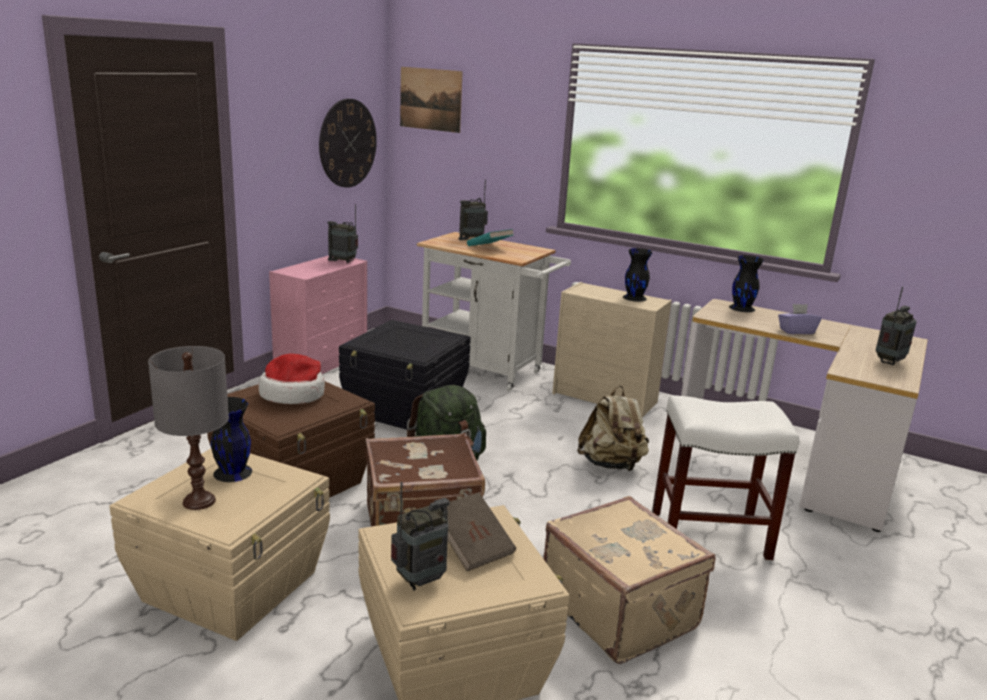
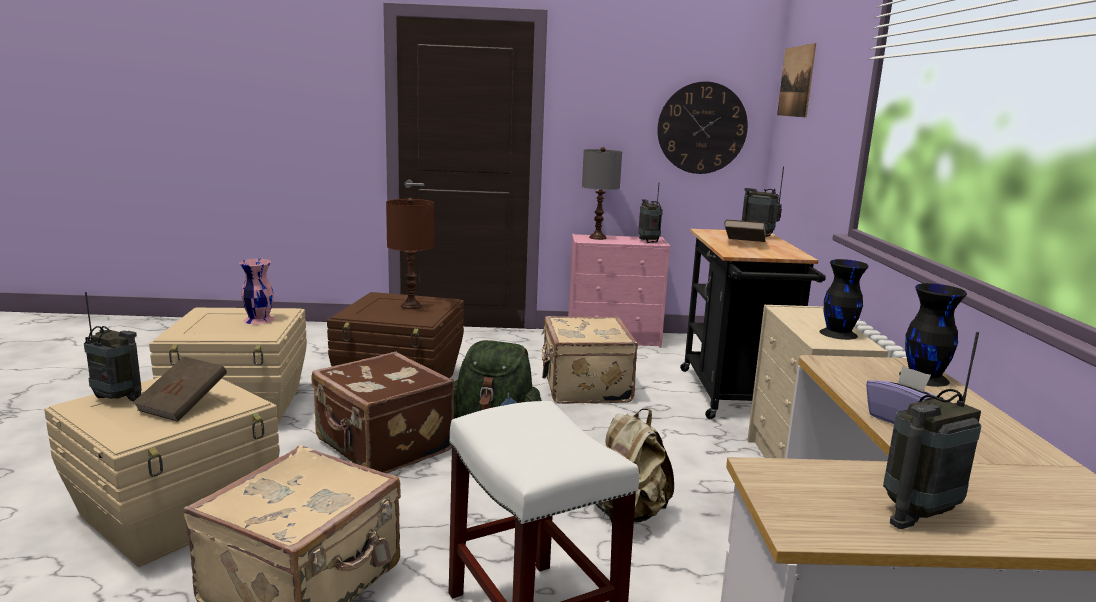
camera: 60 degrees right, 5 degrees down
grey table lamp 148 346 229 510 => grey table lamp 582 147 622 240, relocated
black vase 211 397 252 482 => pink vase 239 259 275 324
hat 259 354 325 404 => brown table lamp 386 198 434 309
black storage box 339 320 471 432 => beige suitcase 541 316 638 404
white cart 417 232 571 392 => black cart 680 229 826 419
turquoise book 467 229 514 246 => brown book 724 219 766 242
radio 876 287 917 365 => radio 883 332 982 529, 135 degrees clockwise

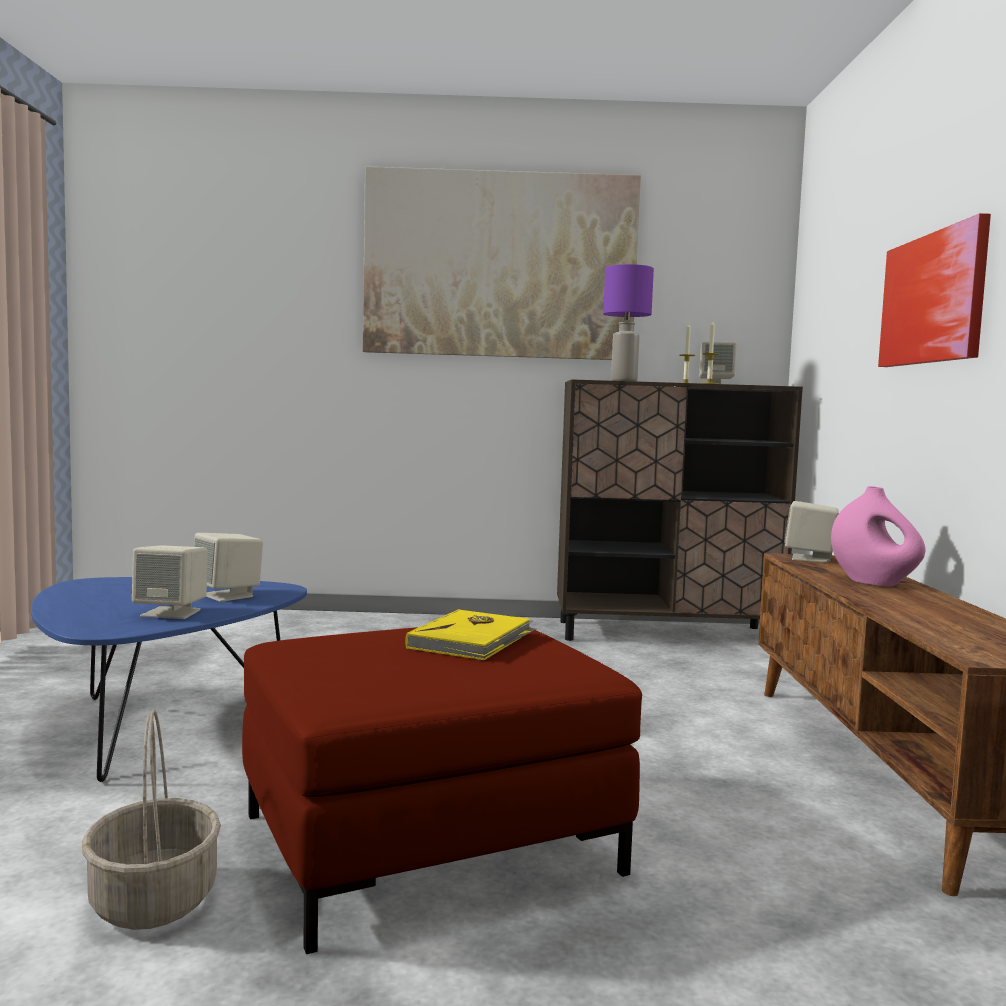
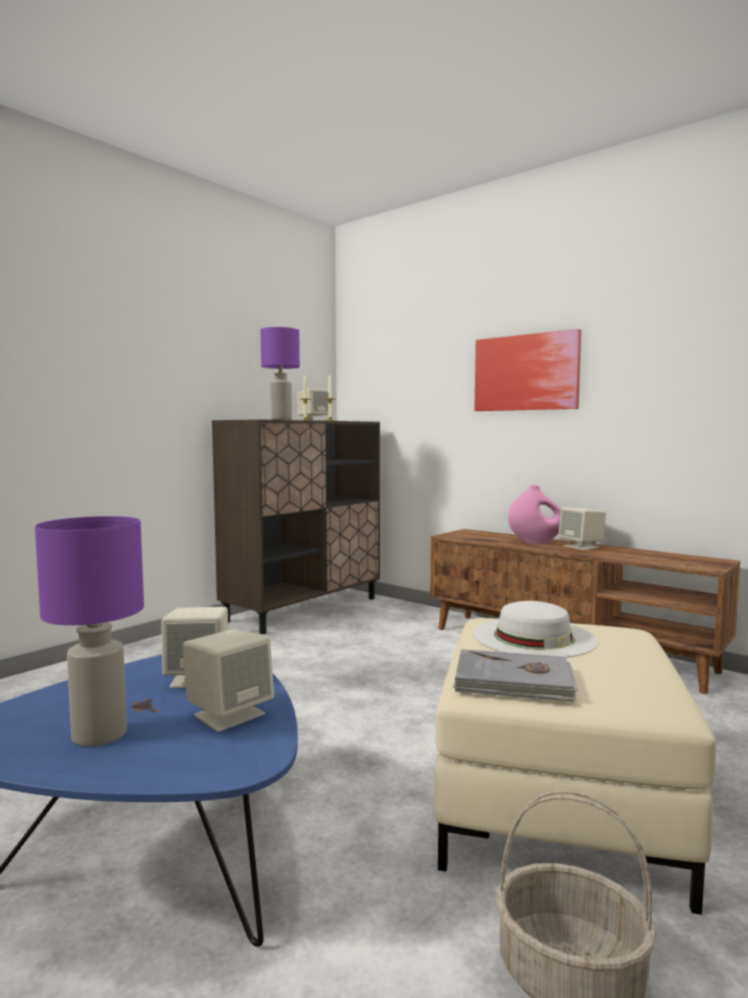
camera: 50 degrees left, 0 degrees up
red ottoman 242 627 642 954 => beige ottoman 434 618 716 915
picture 363 166 641 360 => nothing
yellow book 405 609 537 660 => white hat 473 601 598 657
beige speaker 784 501 839 563 => beige speaker 559 507 606 550, relocated
nothing => purple table lamp 35 516 144 747
nothing => grey book 453 649 578 702

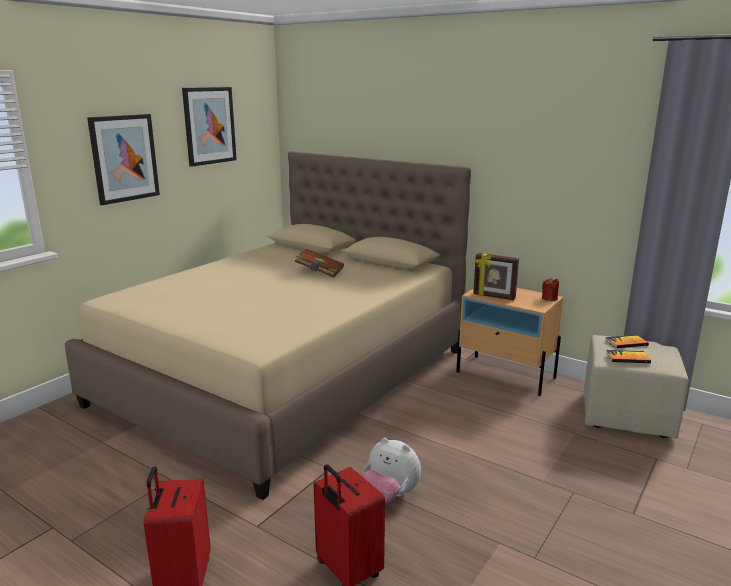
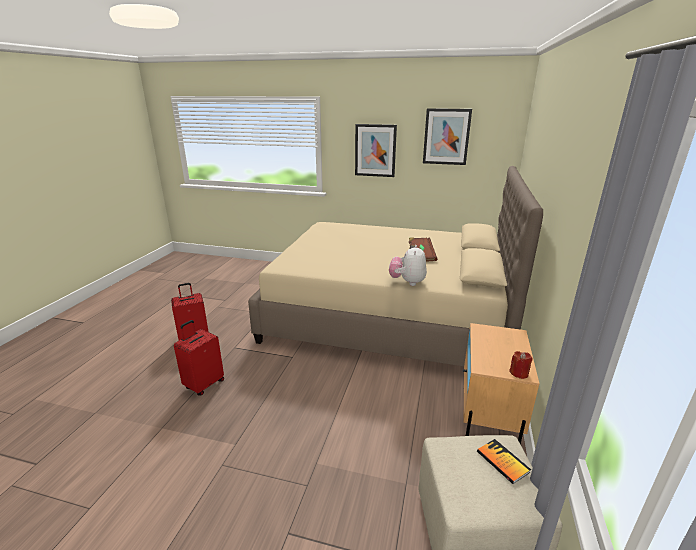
camera: 70 degrees right, 5 degrees up
plush toy 362 438 421 503 => plush toy 389 245 427 286, relocated
picture frame 473 253 519 300 => nothing
book 606 350 651 363 => nothing

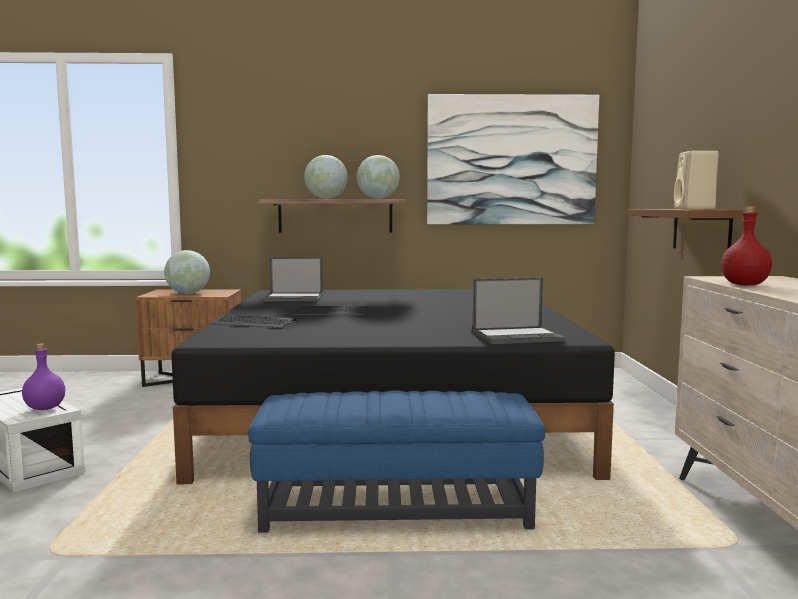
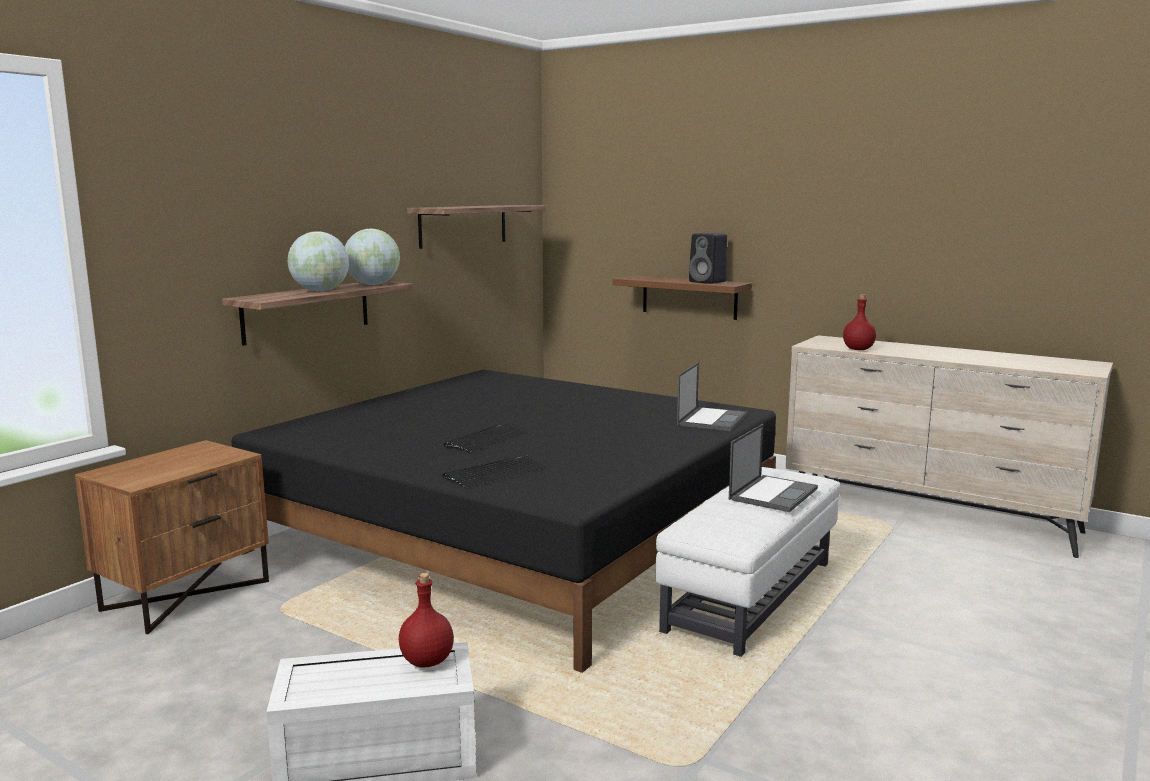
camera: 55 degrees left, 5 degrees up
purple bottle 22 343 65 410 => red bottle 399 573 454 668
globe 164 250 210 294 => nothing
blue ottoman 248 390 545 533 => white ottoman 655 467 840 657
laptop 264 257 323 301 => laptop 729 424 818 512, relocated
picture 427 94 599 224 => shelf 407 205 546 249
beige speaker 674 151 719 209 => black speaker 689 233 727 284

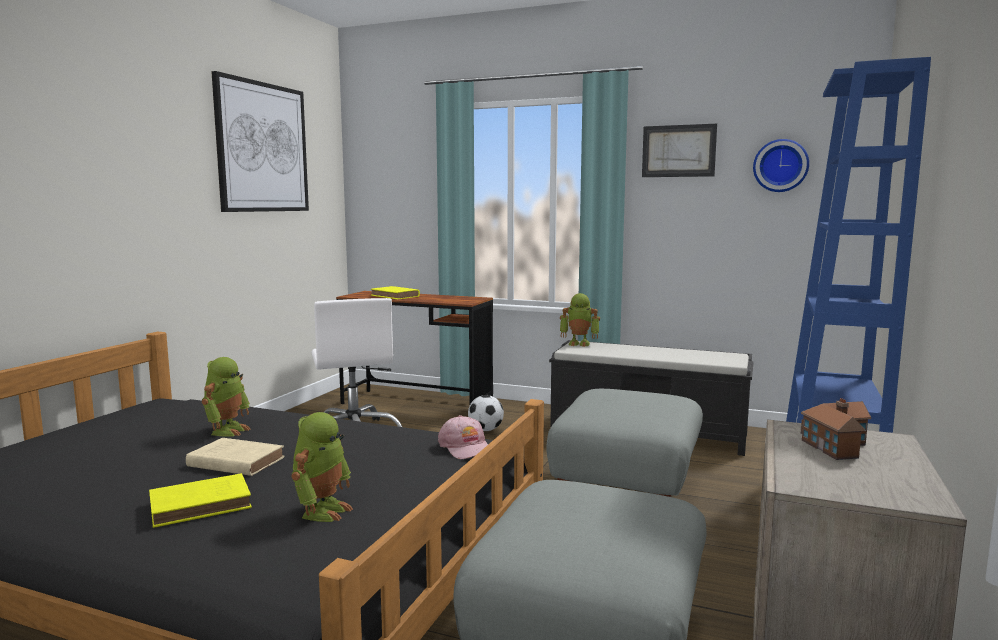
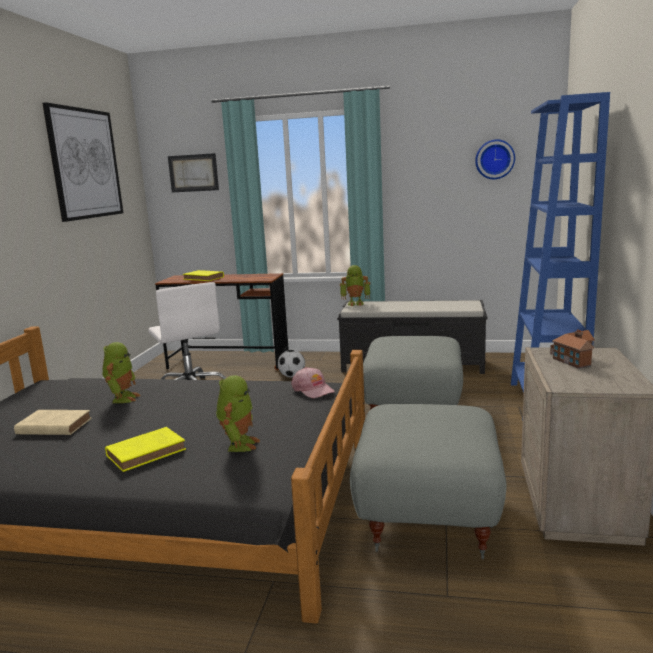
camera: 10 degrees left, 5 degrees up
beige book 186 438 285 476 => beige book 14 410 91 435, relocated
picture 642 124 717 177 => picture 168 153 219 193, relocated

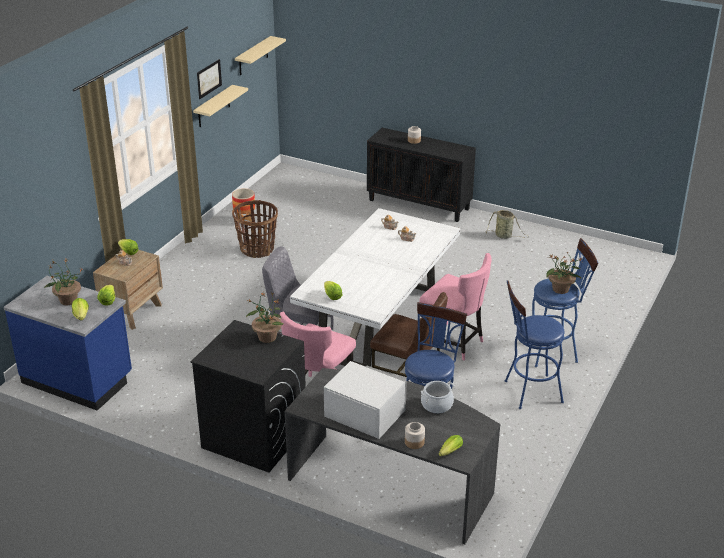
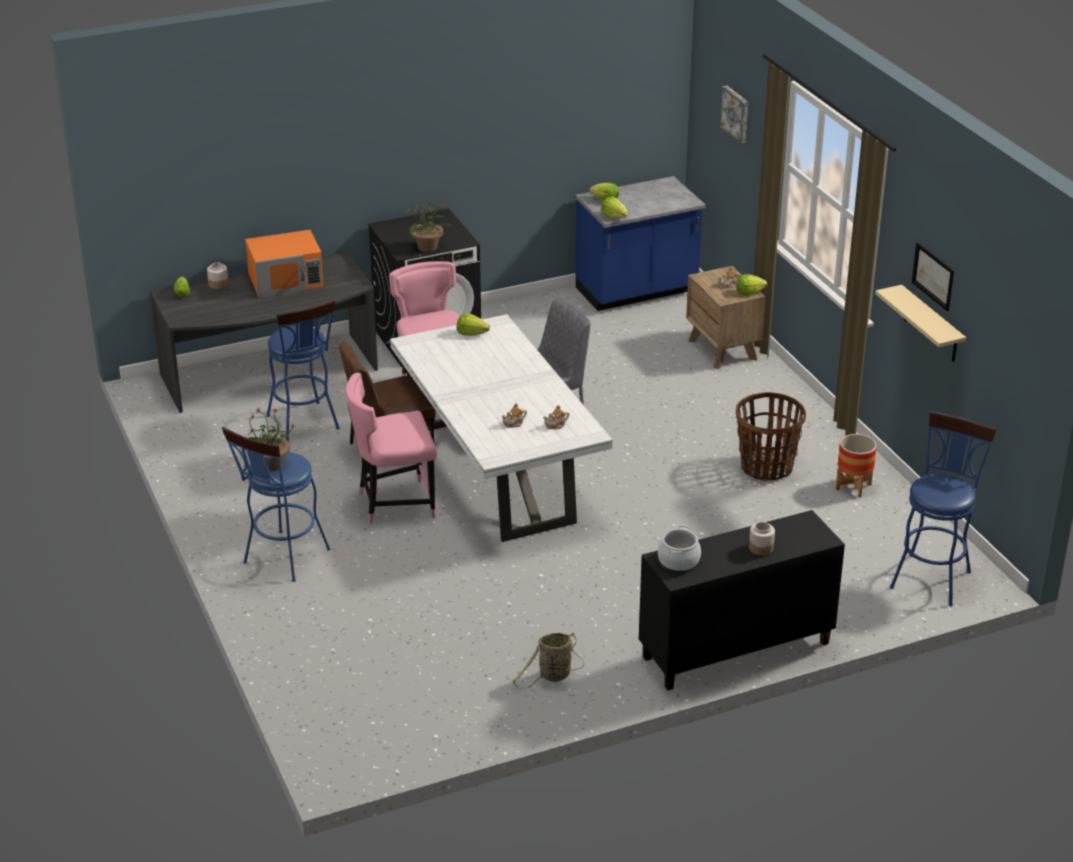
camera: 130 degrees right, 0 degrees up
potted plant 44 258 83 305 => nothing
beige shelf 235 36 286 75 => nothing
white microwave 324 361 407 439 => orange microwave 245 230 324 298
cooking pot 421 381 455 413 => cooking pot 658 525 701 571, relocated
blue stool 505 280 564 409 => blue stool 890 411 997 606, relocated
nothing => picture 720 86 748 144

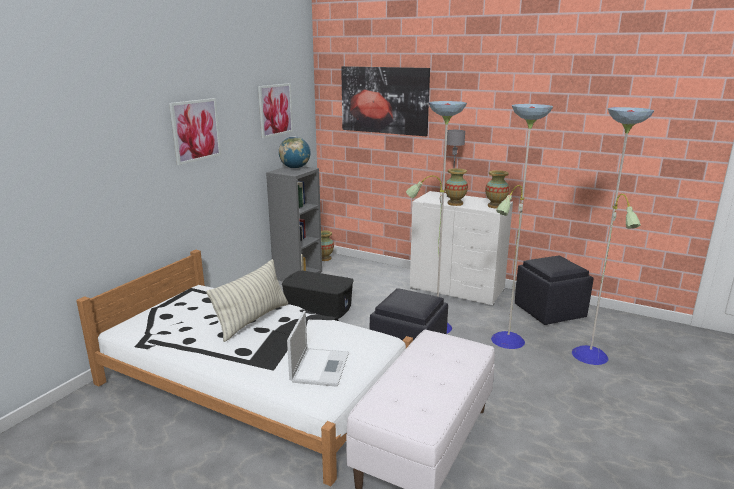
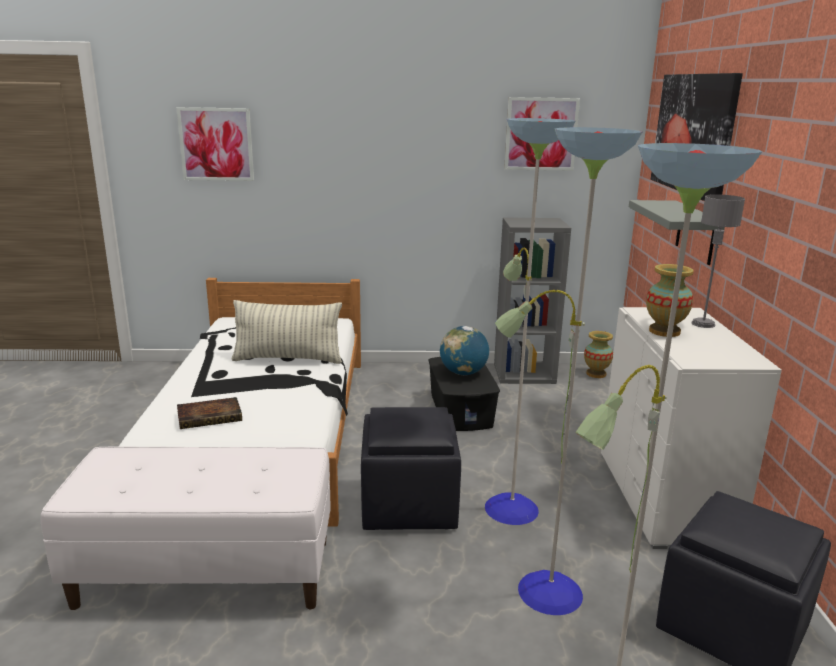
camera: 60 degrees right, 0 degrees up
picture 169 98 221 165 => picture 176 107 254 181, relocated
globe 279 136 310 169 => globe 440 326 489 375, relocated
laptop 287 311 349 387 => book 177 397 242 429
vase 485 170 509 209 => nothing
nothing => grey shelf 629 200 725 265

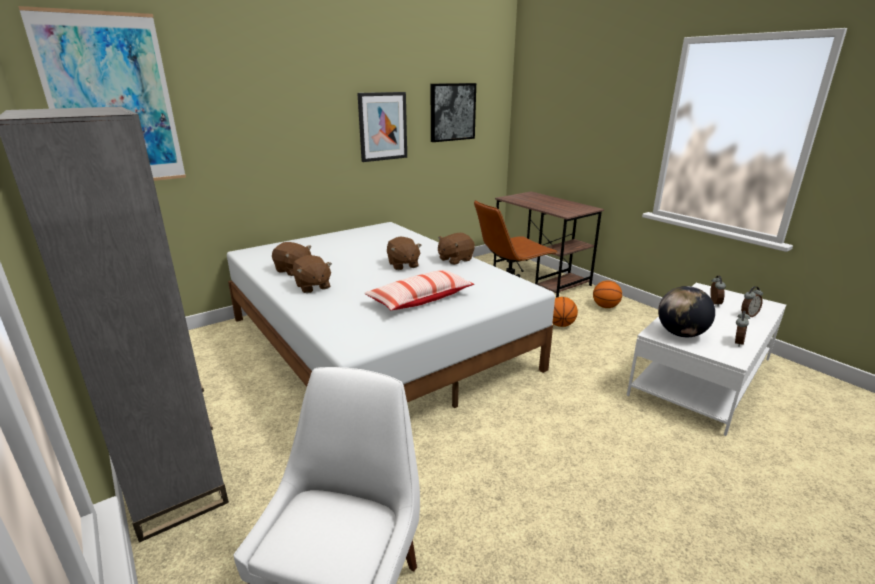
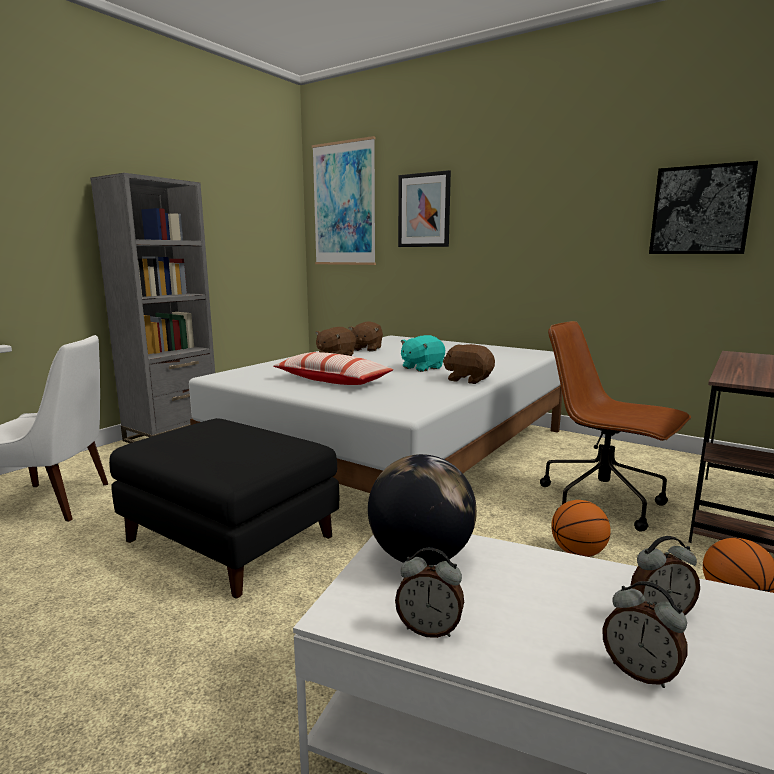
camera: 70 degrees right, 10 degrees down
picture 357 92 407 162 => picture 398 170 451 247, relocated
brown plush toy 387 237 422 270 => turquoise plush toy 401 335 445 372
nothing => black ottoman 109 418 339 598

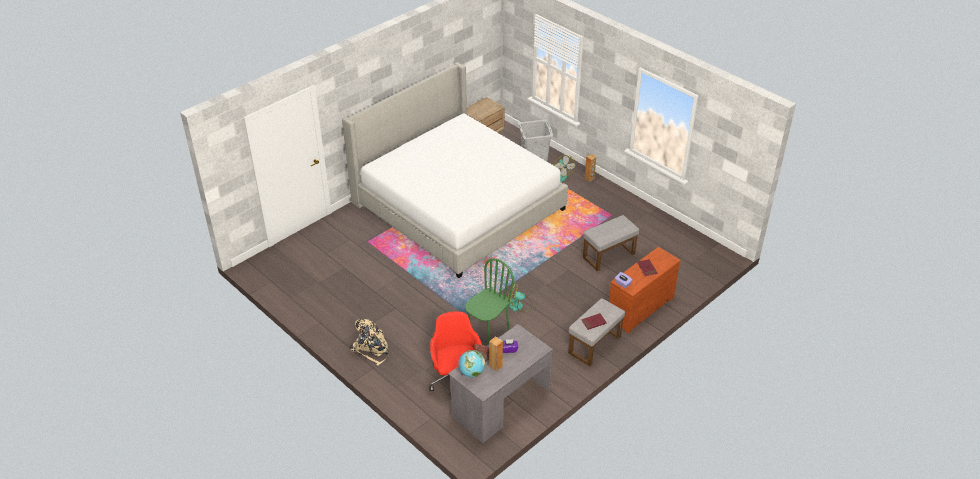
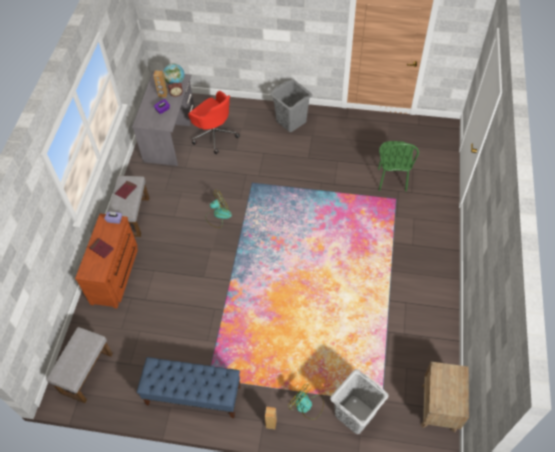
camera: 145 degrees right, 15 degrees up
bed 342 62 568 278 => nothing
beige backpack 350 319 388 366 => grey laundry basket 270 79 312 132
green chair 465 258 514 345 => green chair 378 141 419 191, relocated
grey ottoman 583 215 640 271 => grey ottoman 46 327 113 403, relocated
nothing => blue bench 137 357 241 418

